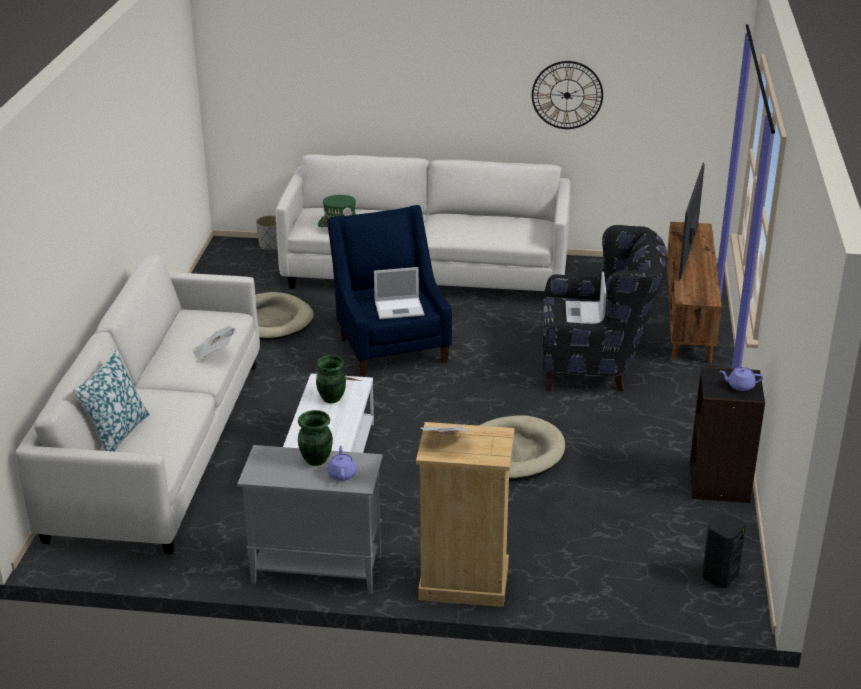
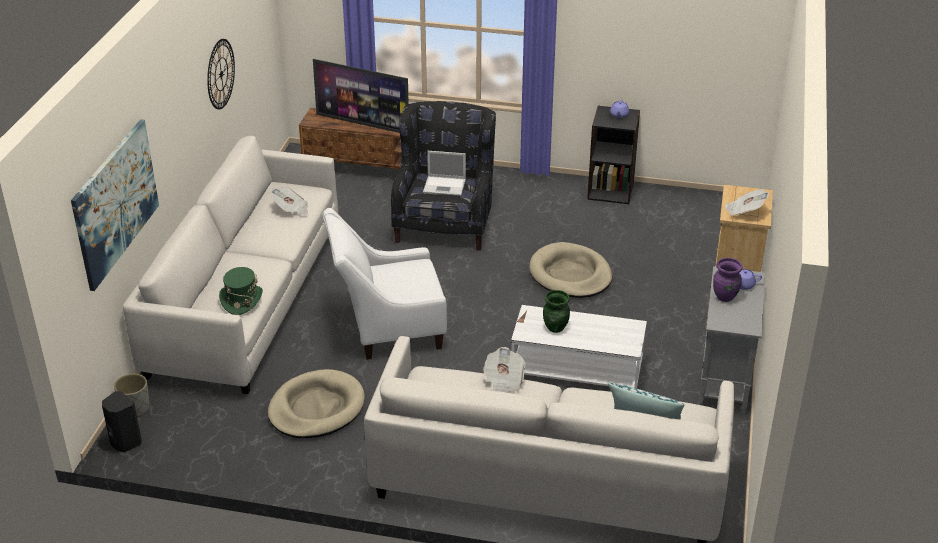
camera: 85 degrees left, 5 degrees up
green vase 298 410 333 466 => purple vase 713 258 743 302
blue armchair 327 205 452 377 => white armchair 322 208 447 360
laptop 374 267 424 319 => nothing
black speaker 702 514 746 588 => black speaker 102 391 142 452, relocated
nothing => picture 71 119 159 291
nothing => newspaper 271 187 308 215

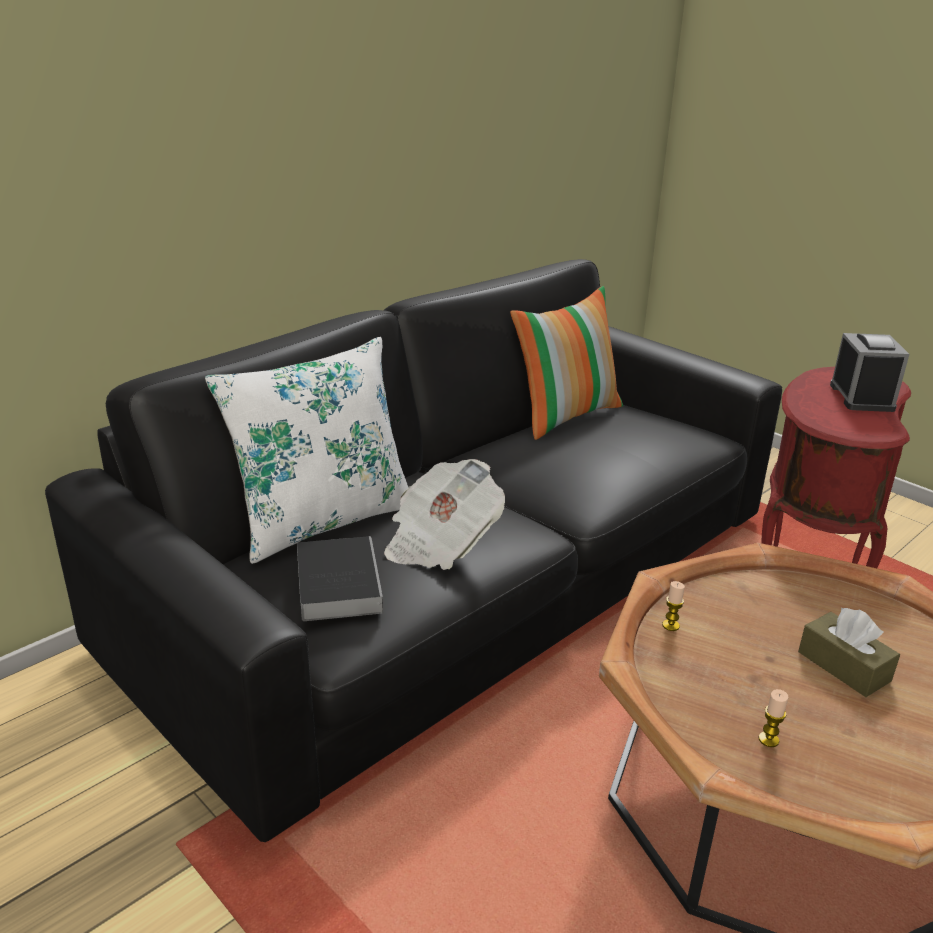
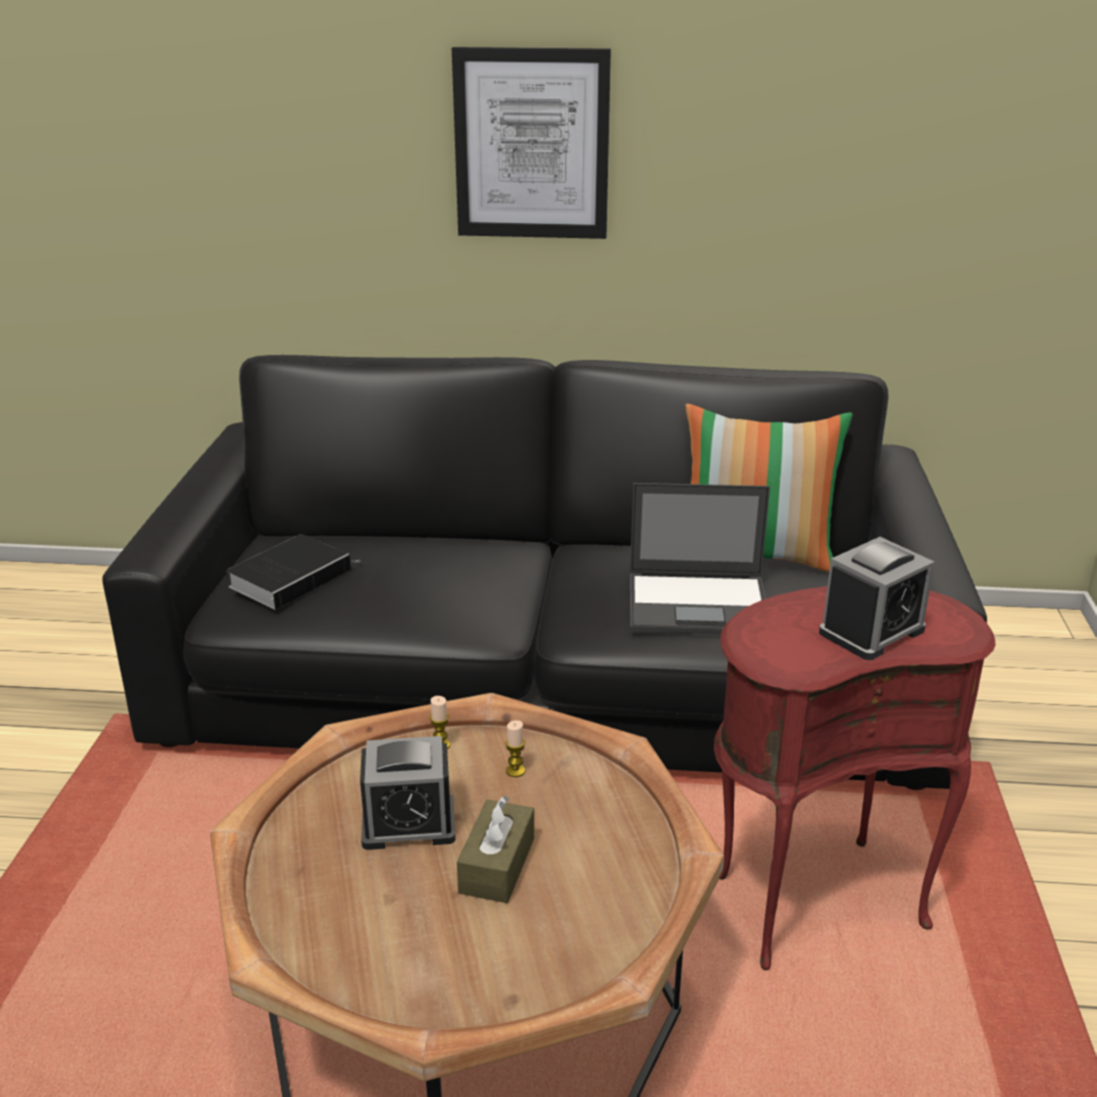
camera: 50 degrees right, 0 degrees up
white pillow 205 337 409 564 => nothing
newspaper 384 459 505 570 => nothing
candle 758 689 789 747 => candle 505 720 525 777, relocated
nothing => alarm clock 360 736 456 850
nothing => picture 452 47 611 239
nothing => laptop 630 483 770 634

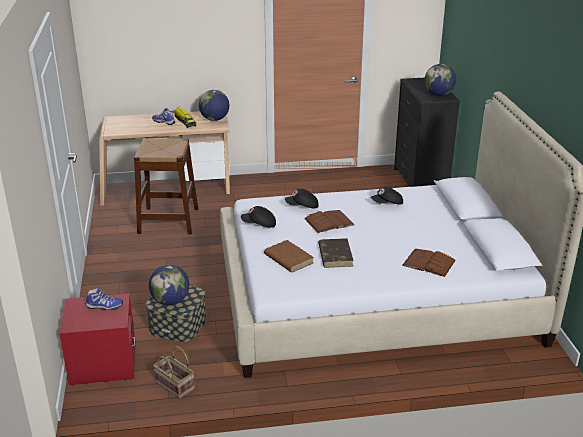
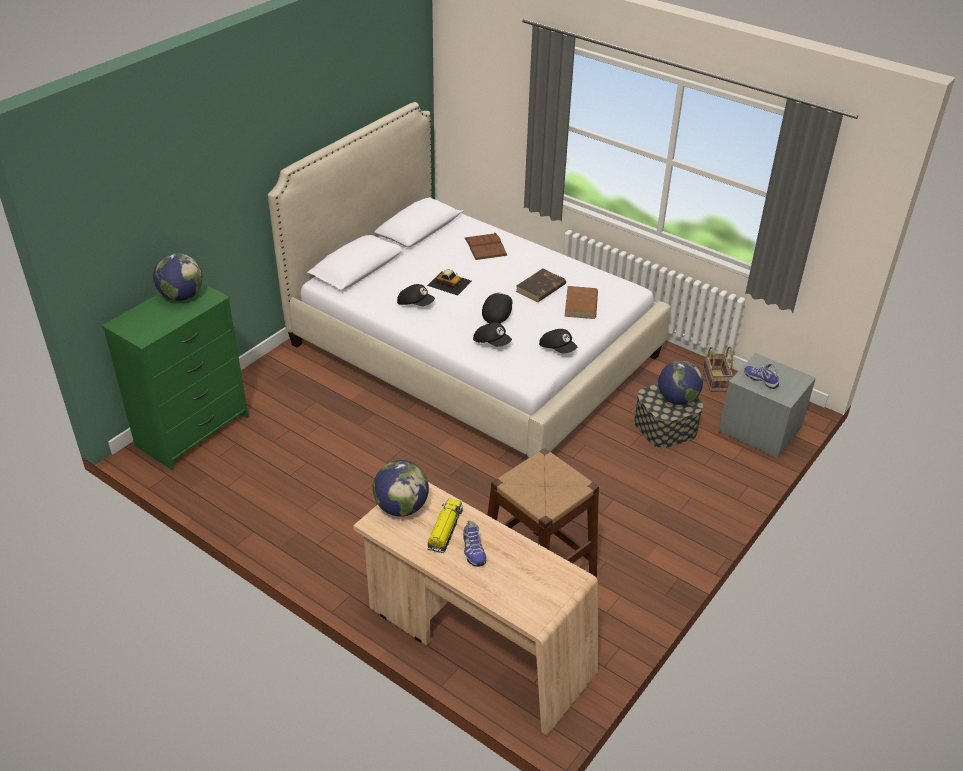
camera: 135 degrees left, 10 degrees up
red nightstand 59 293 136 386 => grey nightstand 719 353 816 458
brown book 304 210 354 233 => black cap 482 292 513 323
black dresser 394 78 460 187 => green dresser 102 283 249 470
nothing => toy car 427 270 472 296

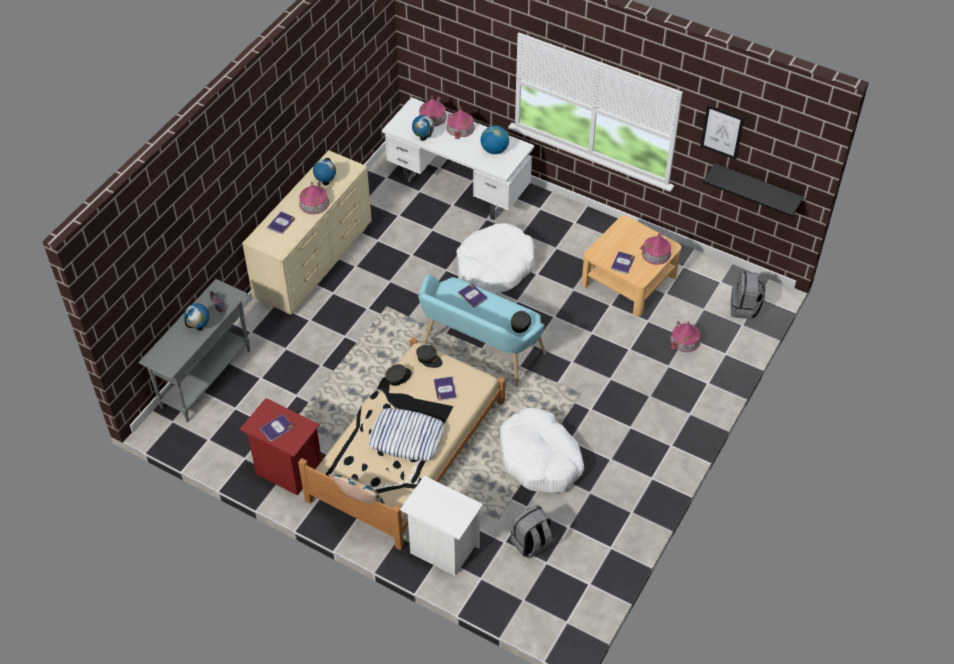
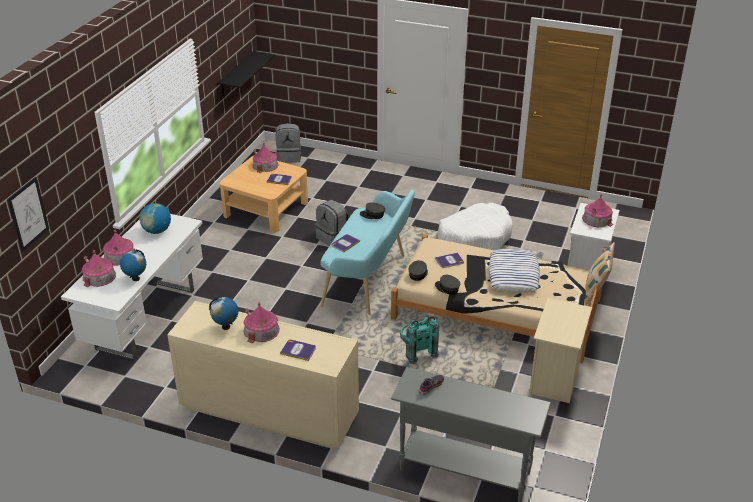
camera: 100 degrees left, 15 degrees down
globe 184 304 210 331 => nothing
red nightstand 240 398 322 496 => beige nightstand 529 298 592 403
book 260 414 293 441 => nothing
white dog bed 456 223 535 294 => nothing
grey backpack 511 505 553 559 => grey backpack 315 200 349 246, relocated
toy house 670 321 700 353 => toy house 582 194 613 227, relocated
picture 700 105 744 160 => picture 7 177 49 252, relocated
nothing => turquoise backpack 400 316 440 364

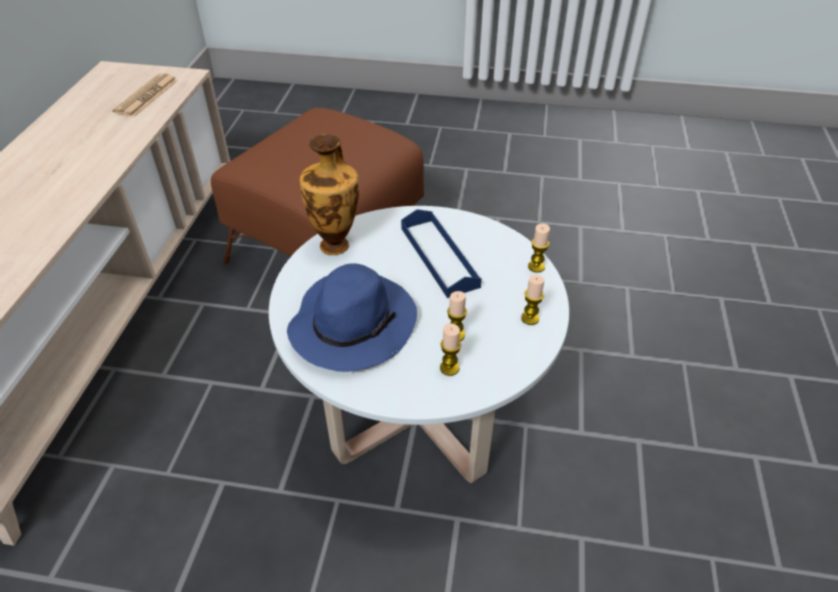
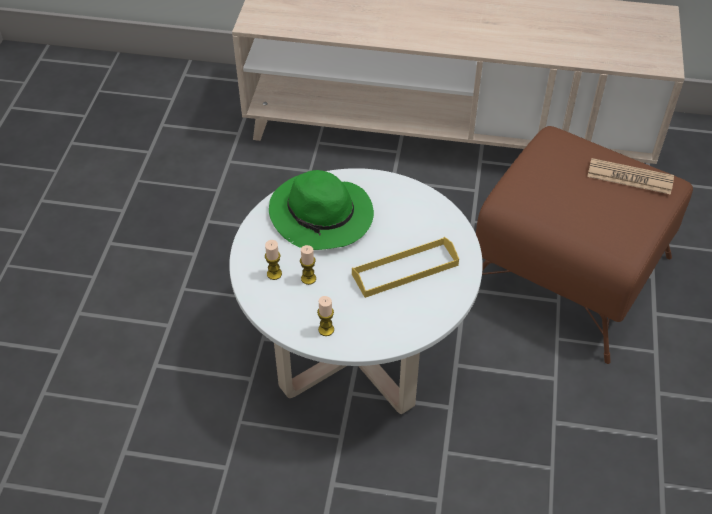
camera: 90 degrees right, 5 degrees up
newspaper 113 73 178 117 => newspaper 587 158 674 195, relocated
blue hat 287 264 417 372 => green hat 269 170 374 250
vase 299 134 359 255 => nothing
blue tray 401 209 482 298 => yellow tray 352 237 459 298
candle 528 223 550 273 => nothing

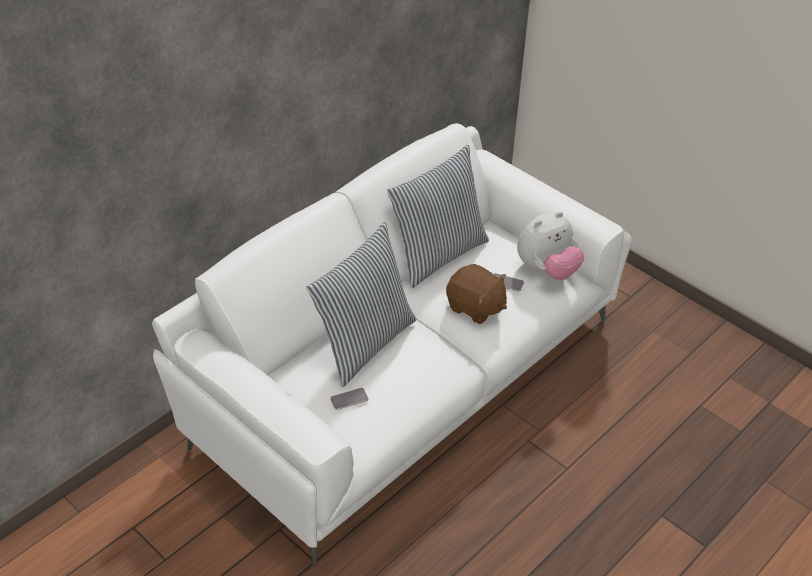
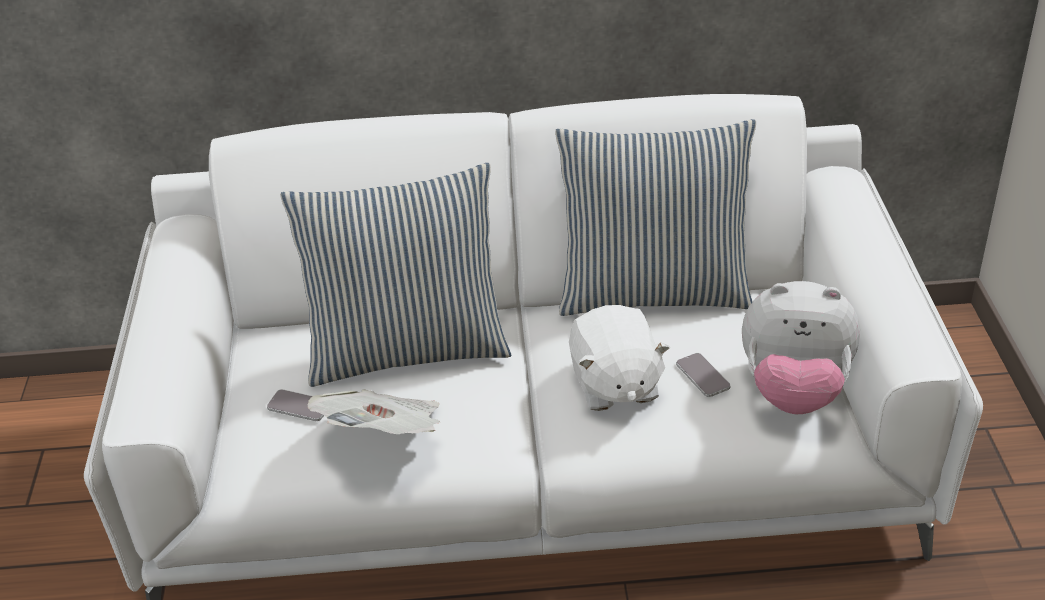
camera: 45 degrees right, 5 degrees down
brown plush toy 446 264 507 324 => white plush toy 569 305 670 411
nothing => newspaper 308 389 440 434

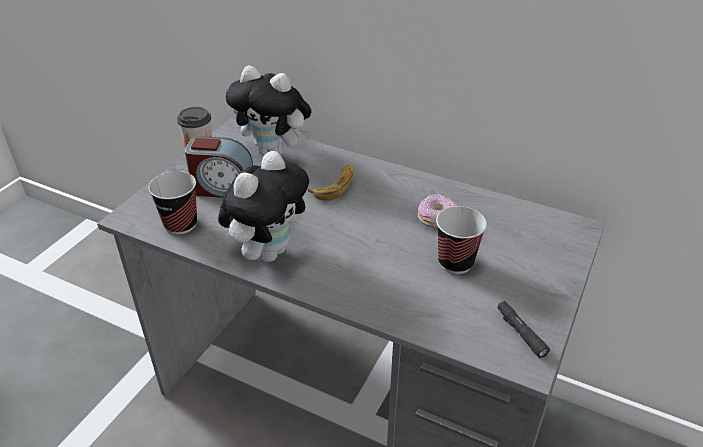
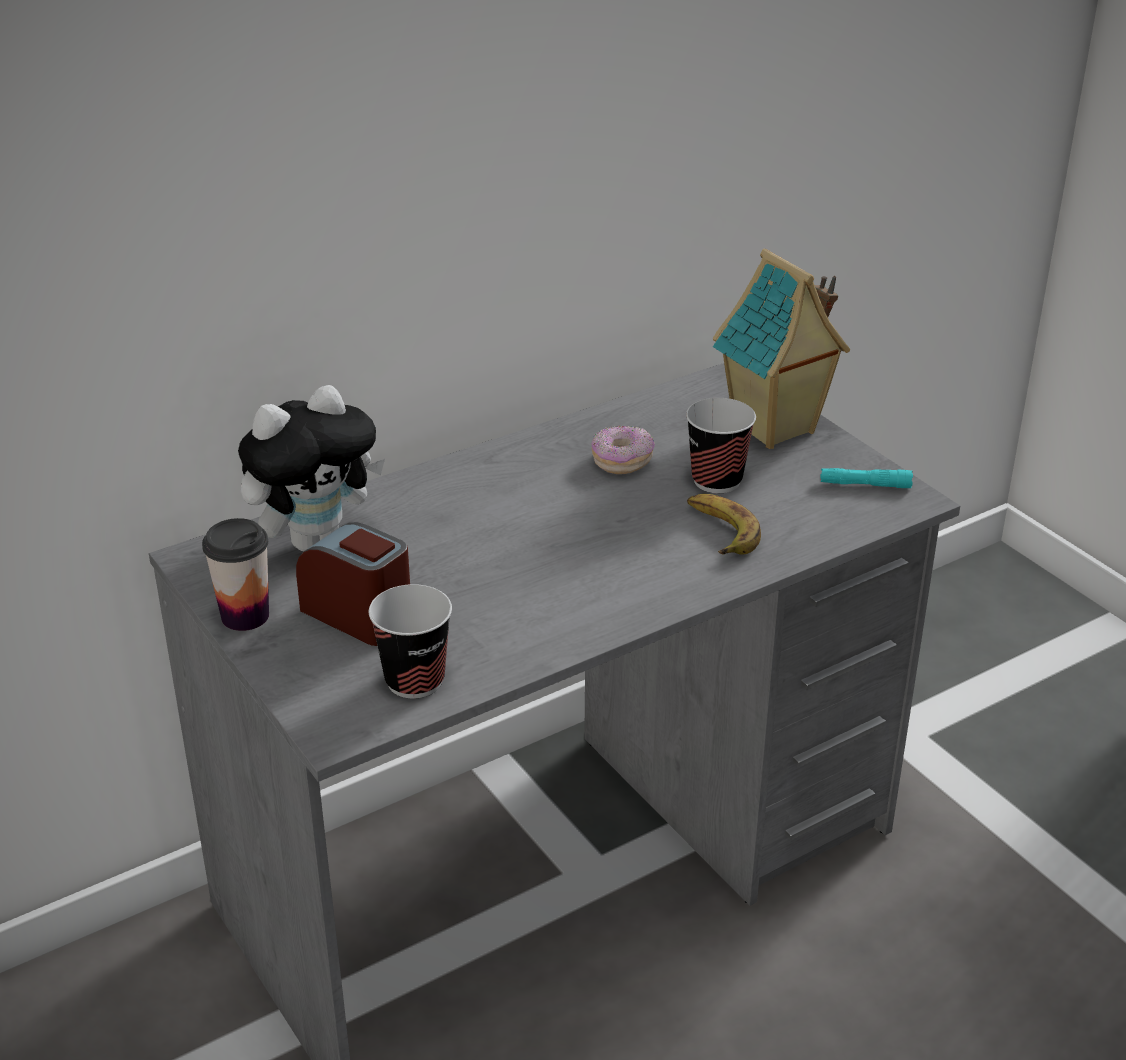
camera: 60 degrees left, 5 degrees down
alarm clock 185 136 253 198 => alarm clock 296 522 410 646, 90 degrees counterclockwise
plush toy 218 151 309 262 => nothing
banana 308 165 354 201 => banana 687 494 761 555, relocated
black flashlight 498 301 550 358 => turquoise flashlight 820 468 913 488
nothing => toy house 713 248 850 449

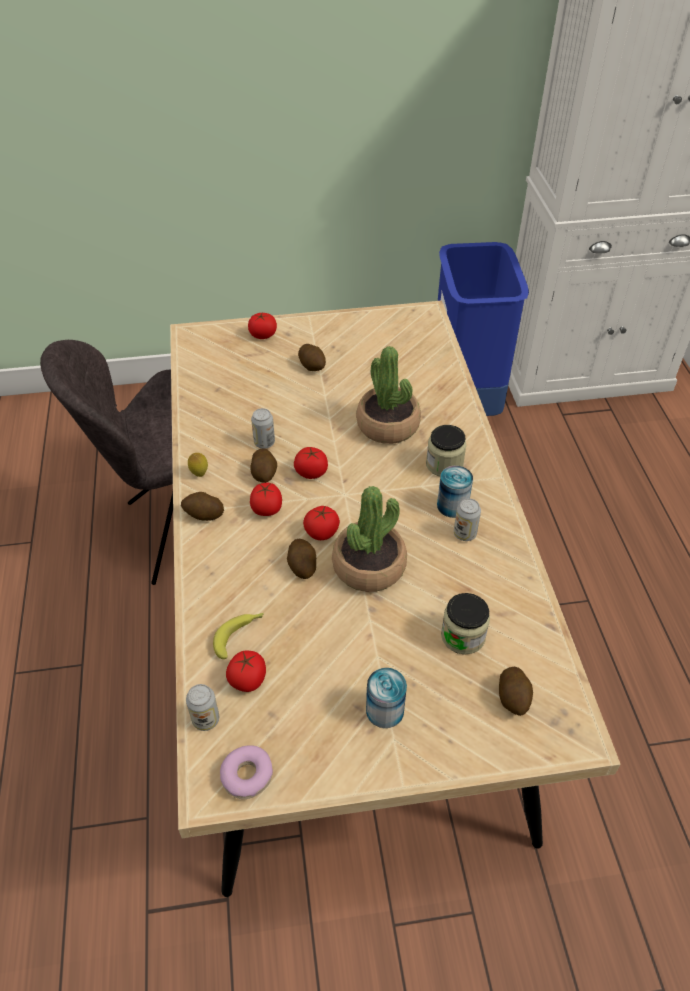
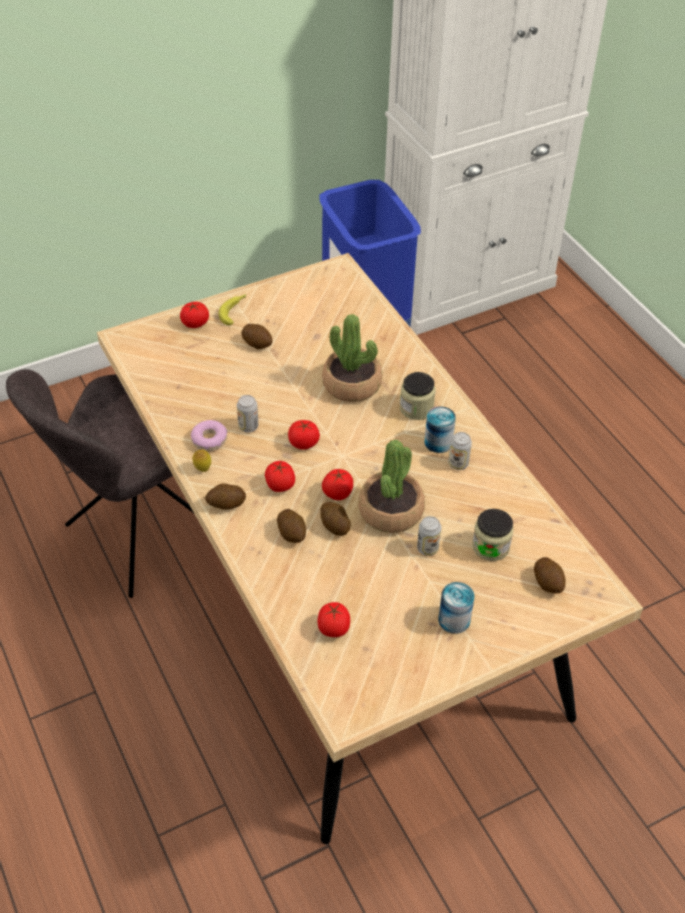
camera: 20 degrees left, 0 degrees up
can 186 684 219 731 => can 417 516 441 556, relocated
banana 213 613 264 659 => banana 218 294 246 325, relocated
donut 220 745 273 799 => donut 191 420 227 451, relocated
potato 250 448 277 483 => potato 277 509 306 543, relocated

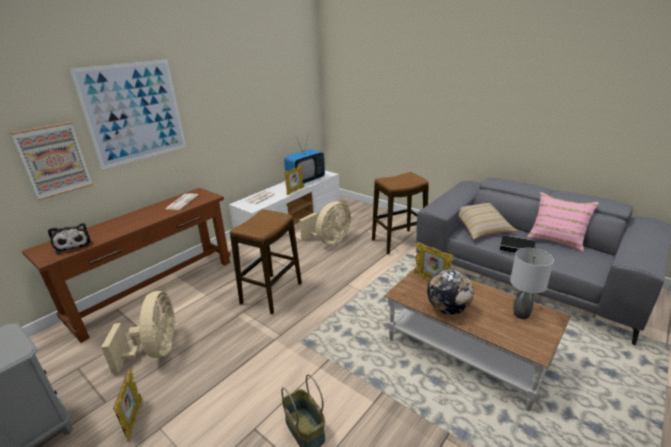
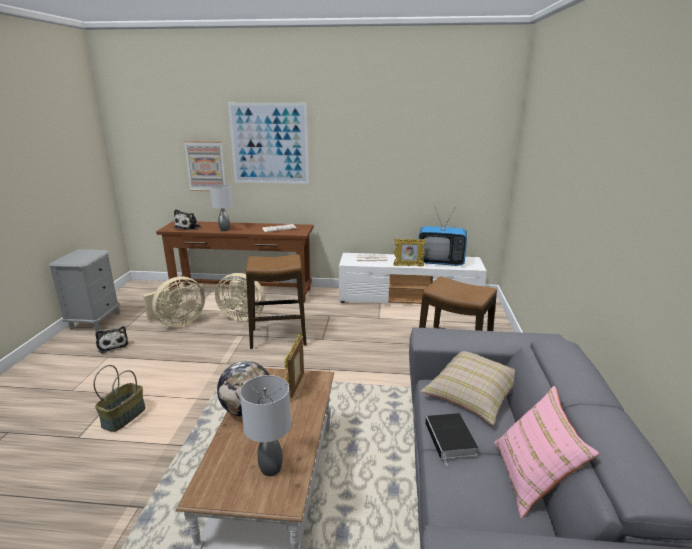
camera: 55 degrees right, 5 degrees down
picture frame 113 369 142 441 => plush toy 96 326 129 354
beige fan 299 201 351 245 => beige fan 215 273 265 321, relocated
nothing => grey table lamp 210 185 233 231

